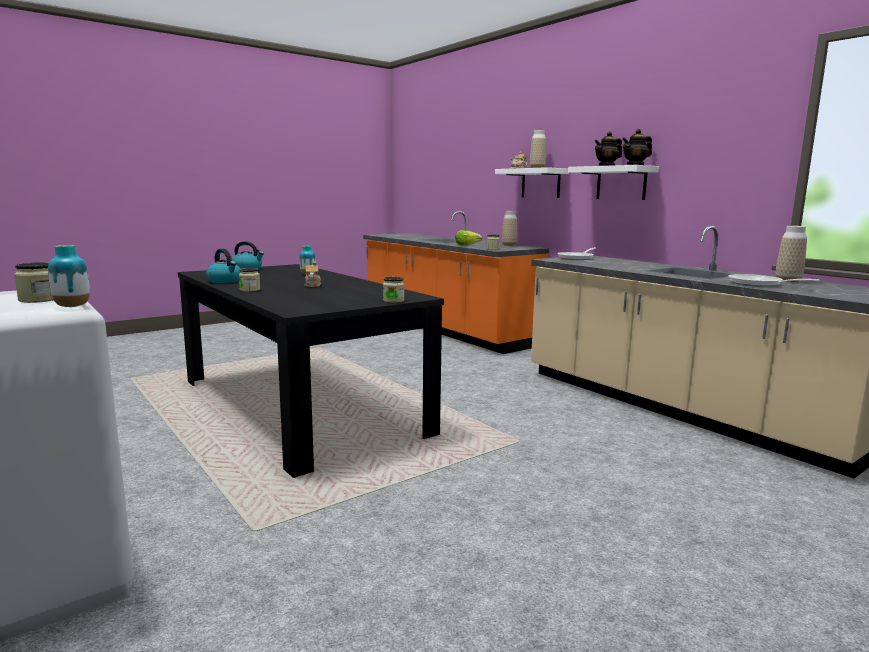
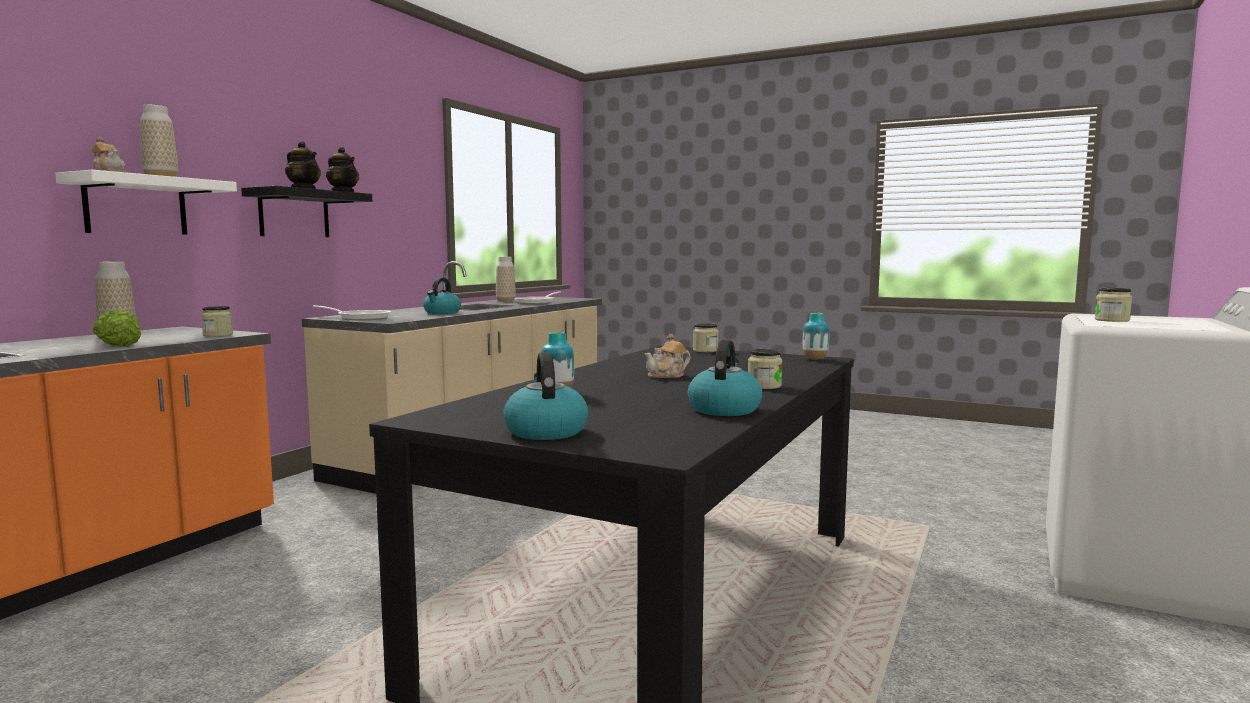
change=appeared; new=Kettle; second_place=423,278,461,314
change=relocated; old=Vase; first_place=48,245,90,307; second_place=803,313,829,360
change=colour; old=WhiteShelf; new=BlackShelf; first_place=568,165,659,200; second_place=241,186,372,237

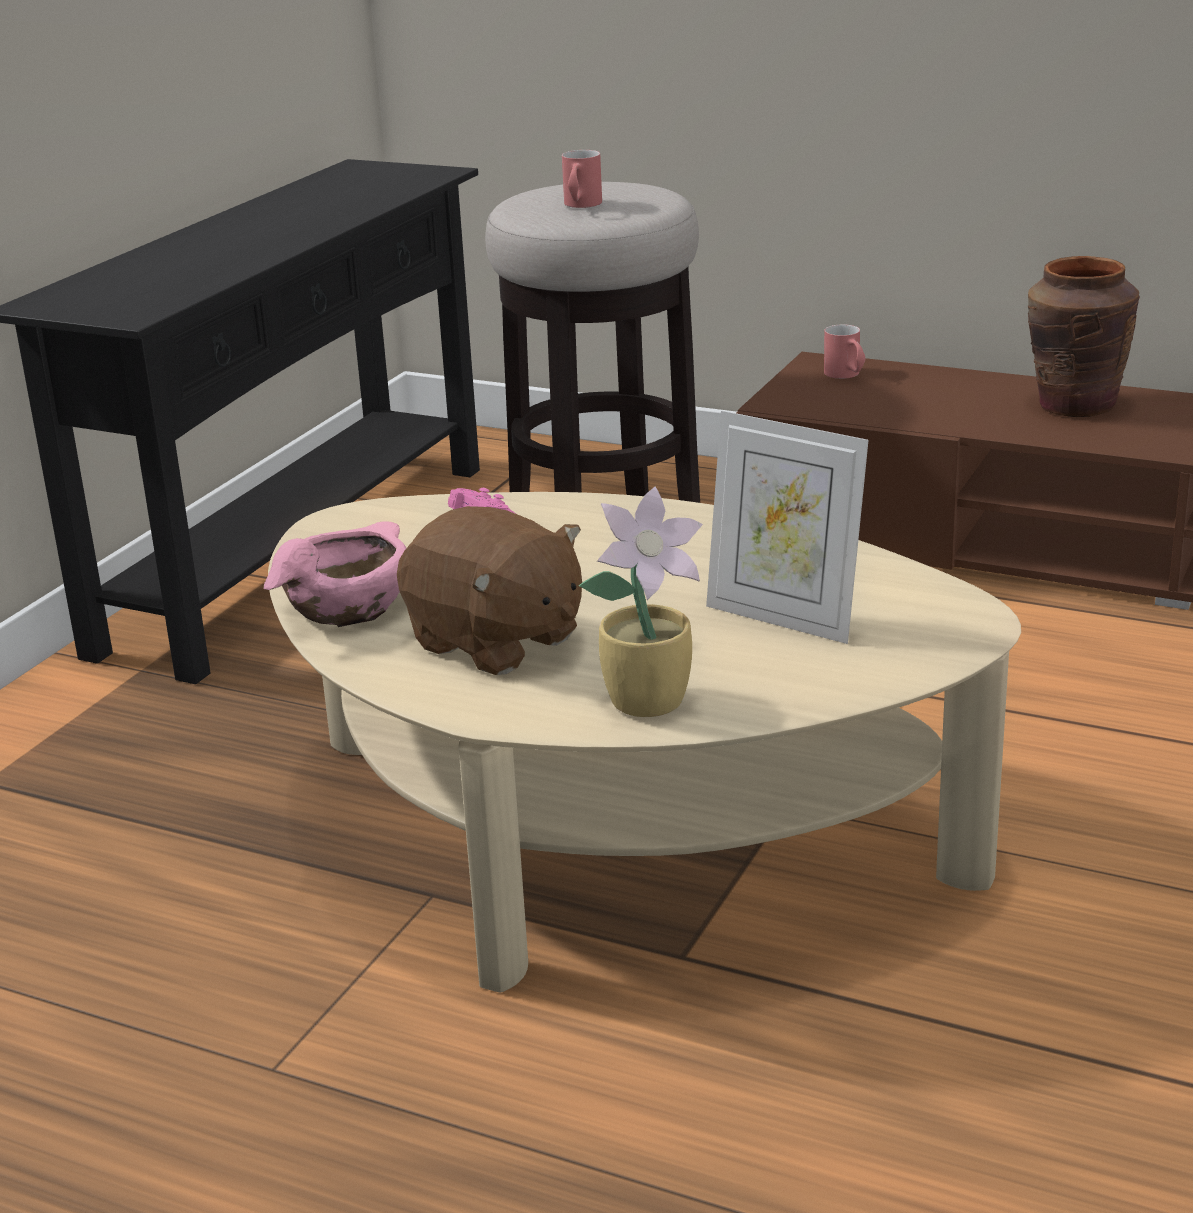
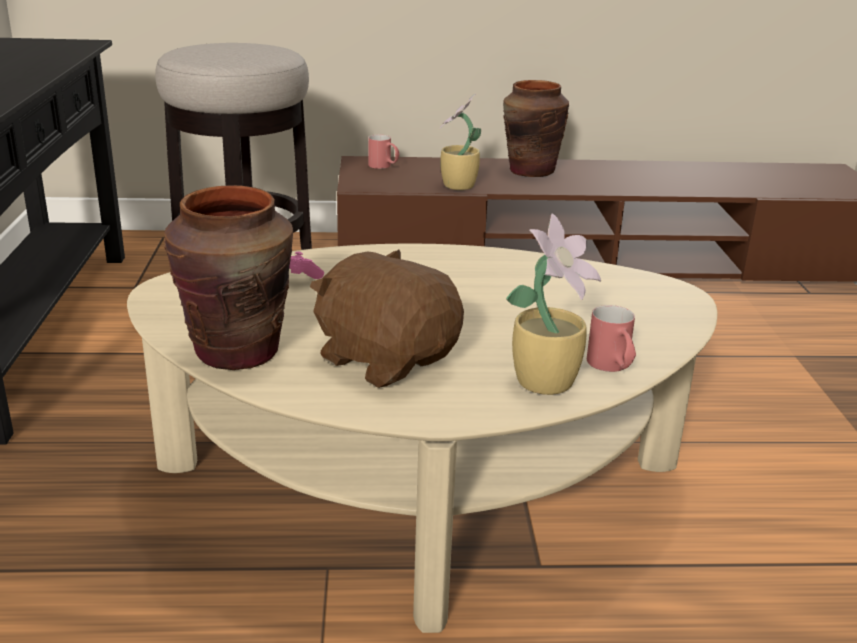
change=missing; old=PictureFrame; first_place=706,411,869,644
change=appeared; new=PottedPlant; second_place=439,94,481,190
change=relocated; old=RedMug; first_place=562,150,602,208; second_place=587,305,636,372
change=exchanged; old=PinkBowl; new=BrownVase; first_place=263,521,406,627; second_place=164,185,293,370
change=spun; old=BrownPlushToy; first_place=397,506,582,675; second_place=310,250,464,388; degrees=-150

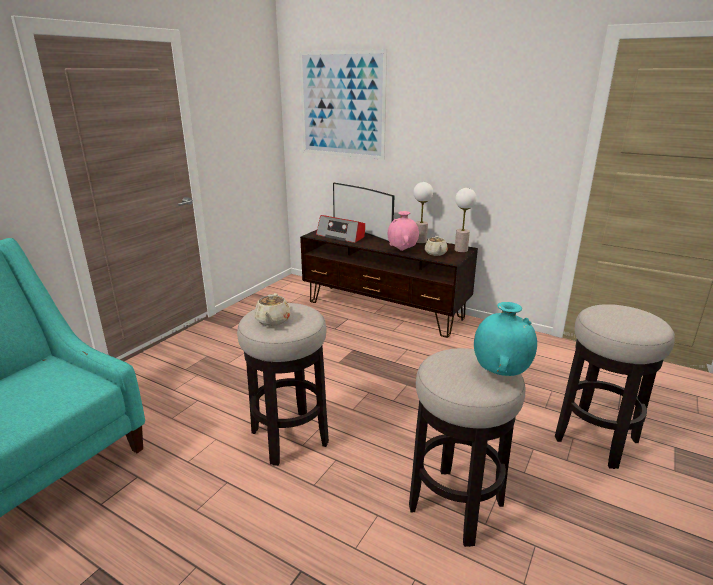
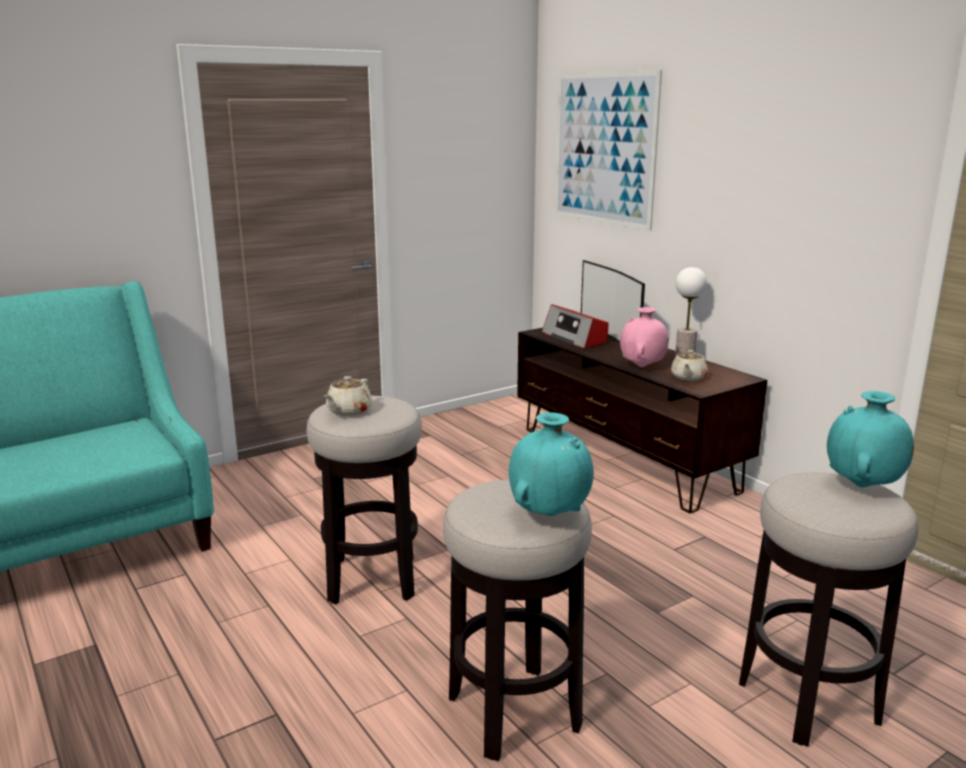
change=missing; old=TableLamp; first_place=455,188,477,252
change=appeared; new=TurquoiseVase; second_place=827,391,914,487

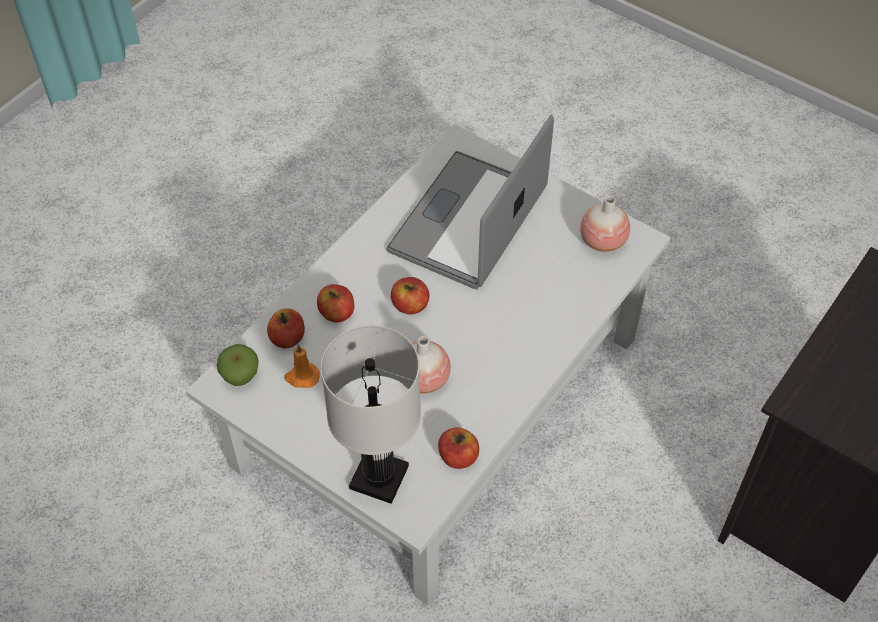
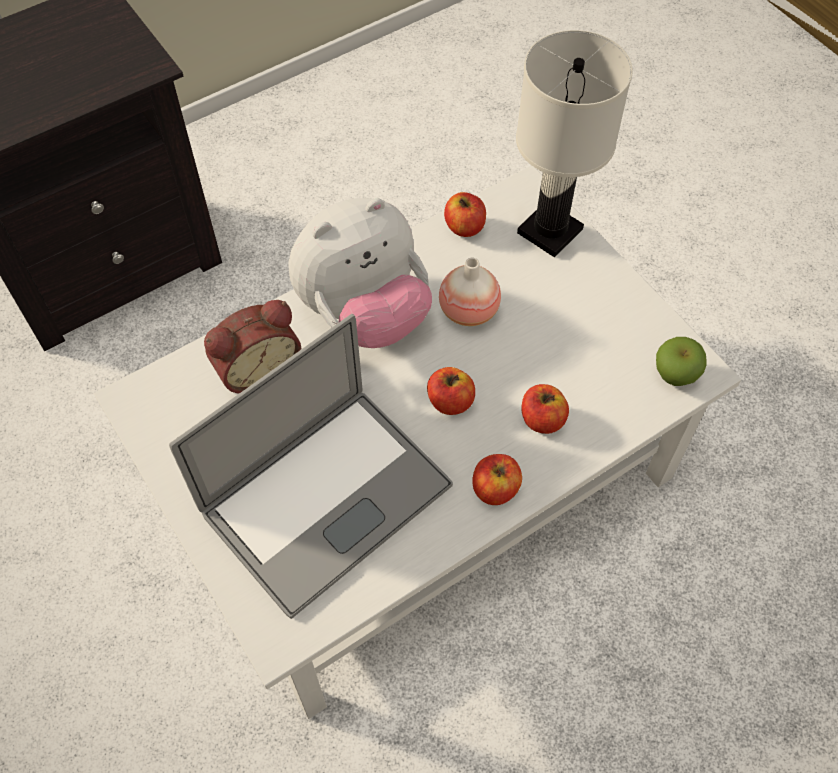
change=missing; old=OrangeCandle; first_place=284,344,320,388
change=missing; old=Vase; first_place=580,196,630,252
change=appeared; new=AlarmClock; second_place=204,300,301,394
change=appeared; new=PlushToy; second_place=288,198,432,348
change=relocated; old=Apple; first_place=267,308,305,349; second_place=472,454,522,505

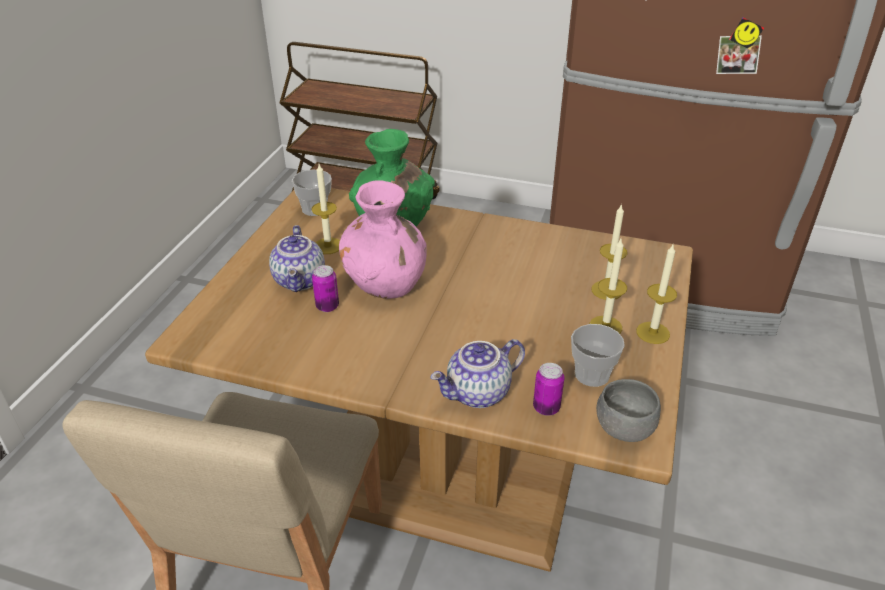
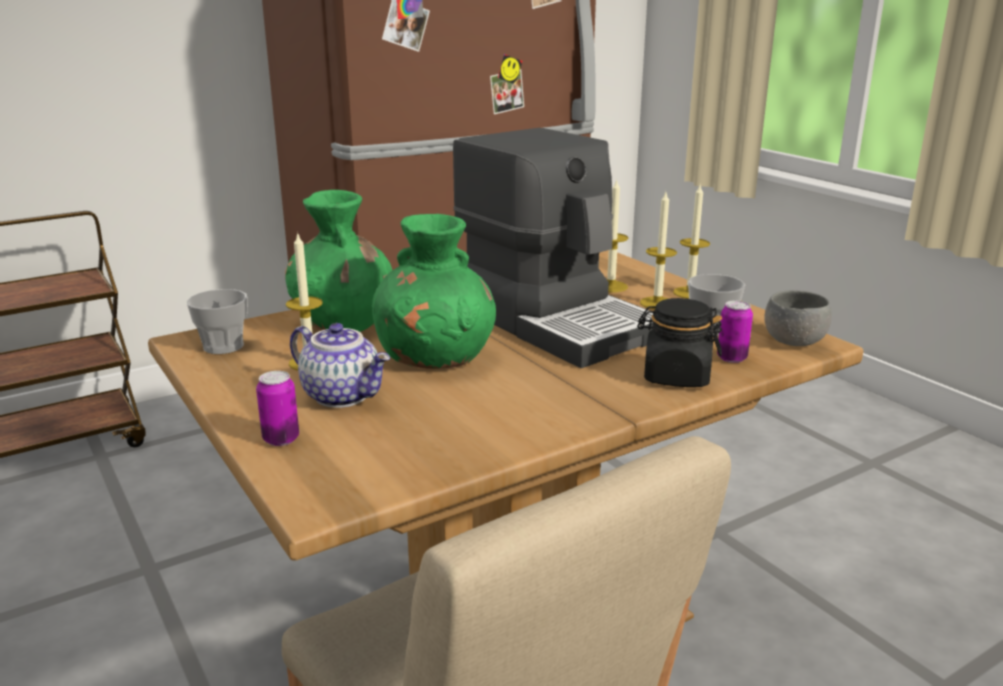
change=appeared; new=CoffeeMachine; second_place=453,128,653,368
change=relocated; old=Can; first_place=312,265,339,312; second_place=256,371,299,446
change=exchanged; old=Teapot; new=BlackJar; first_place=430,339,525,408; second_place=637,298,722,387
change=colour; old=PinkVase; new=GreenVase; first_place=339,180,427,299; second_place=372,214,496,369

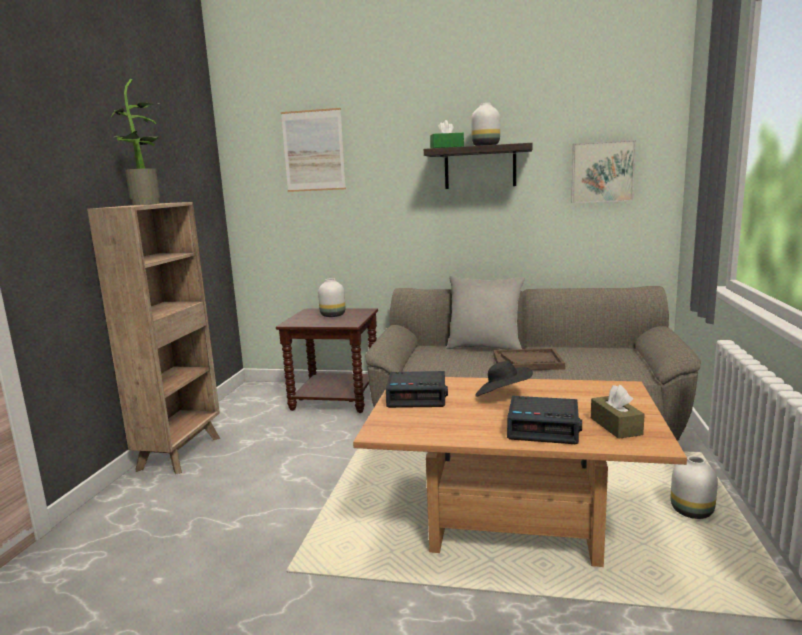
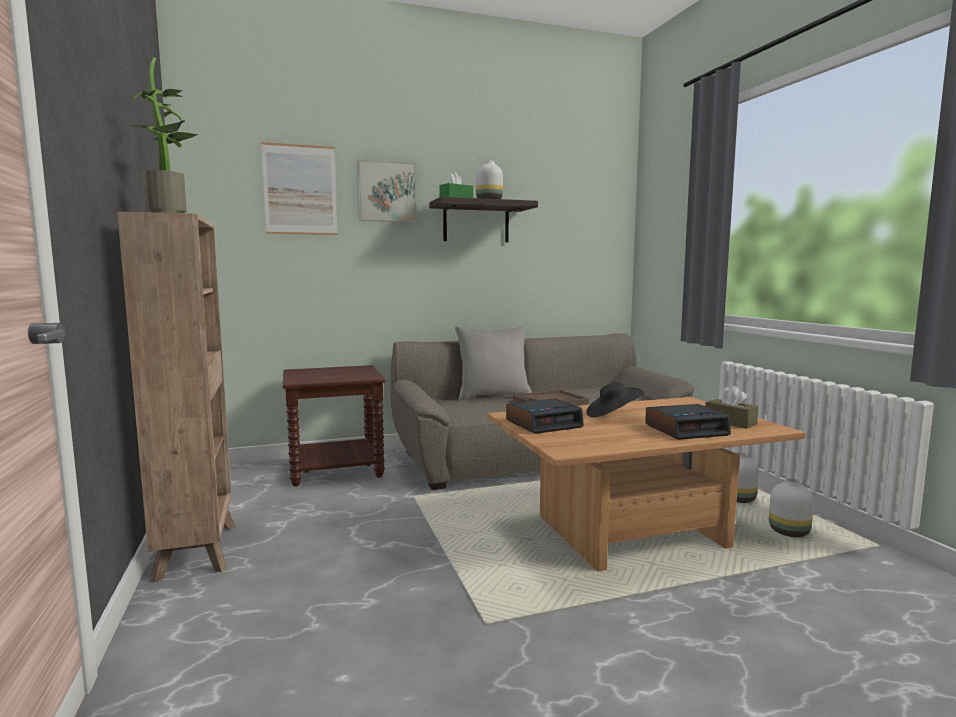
change=relocated; old=WhiteVase; first_place=318,278,345,317; second_place=769,478,814,537
change=relocated; old=Picture; first_place=571,140,636,203; second_place=357,160,417,222

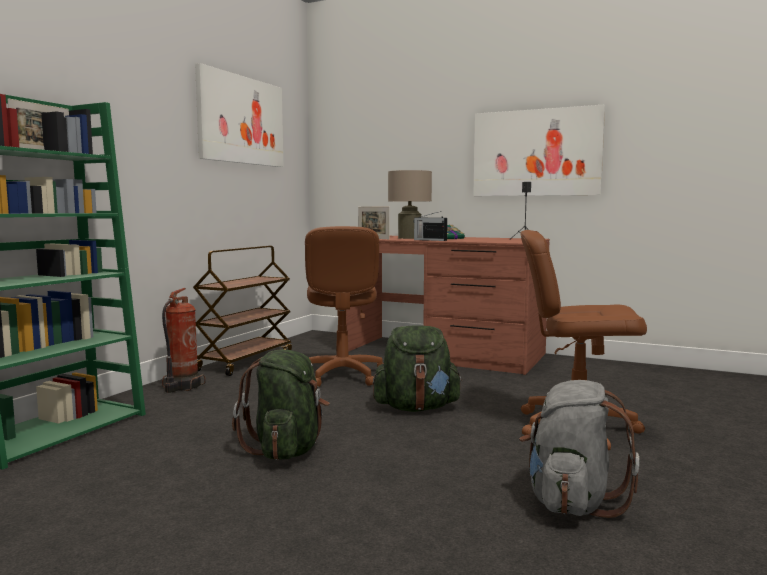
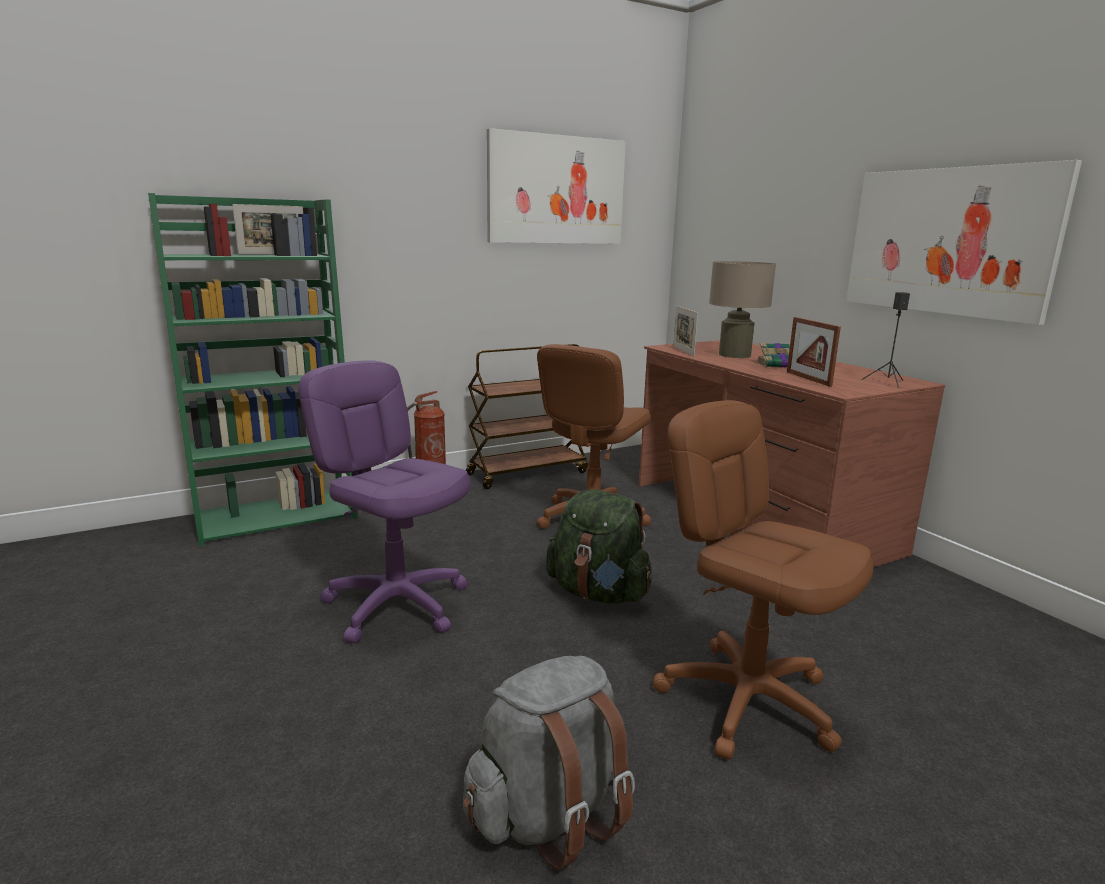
change=missing; old=Radio; first_place=413,211,447,241
change=appeared; new=PictureFrame; second_place=787,317,841,387
change=exchanged; old=GreenBackpack; new=PurpleOfficeChair; first_place=232,349,330,460; second_place=298,360,470,643

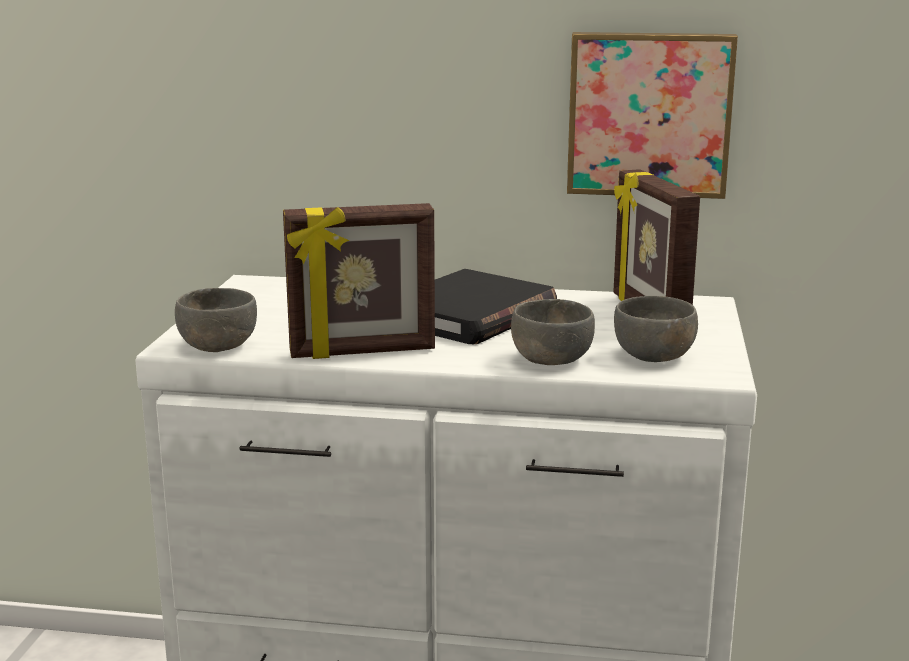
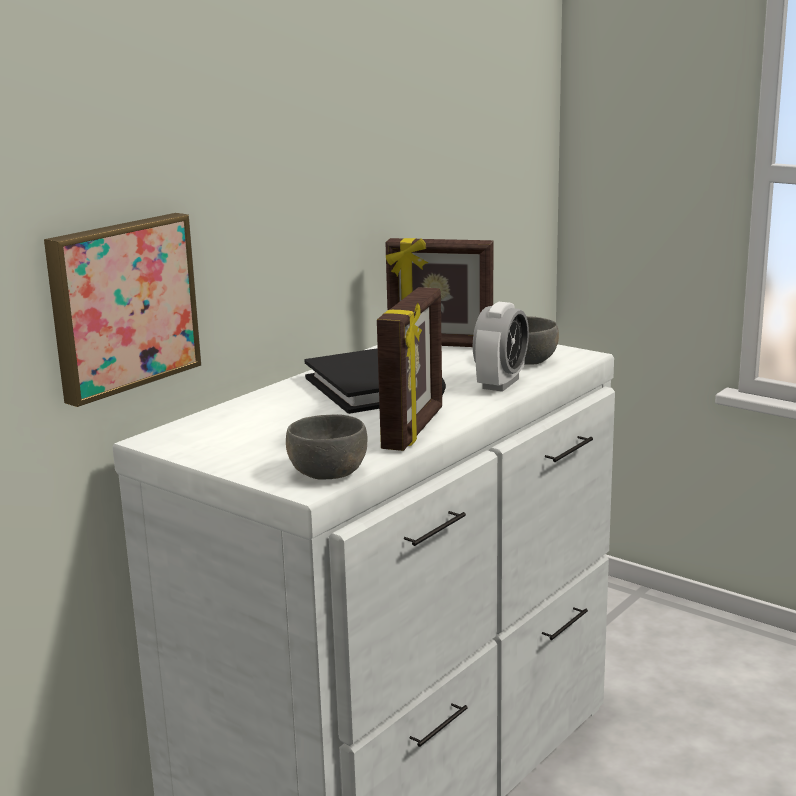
change=relocated; old=Picture; first_place=567,32,738,199; second_place=44,213,201,407
change=exchanged; old=GreyBowl; new=AlarmClock; first_place=511,299,595,365; second_place=473,302,529,392

